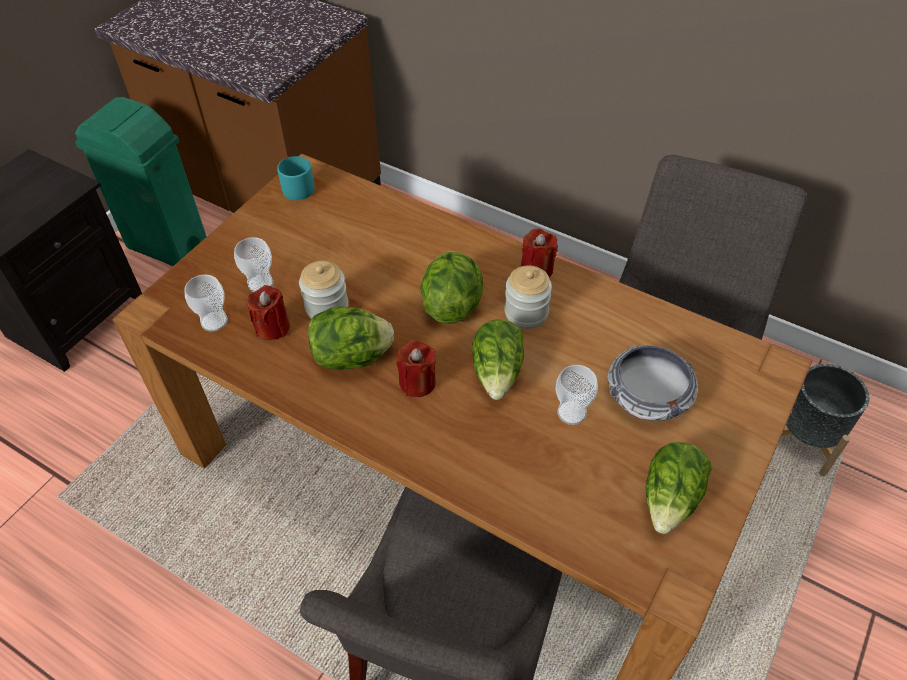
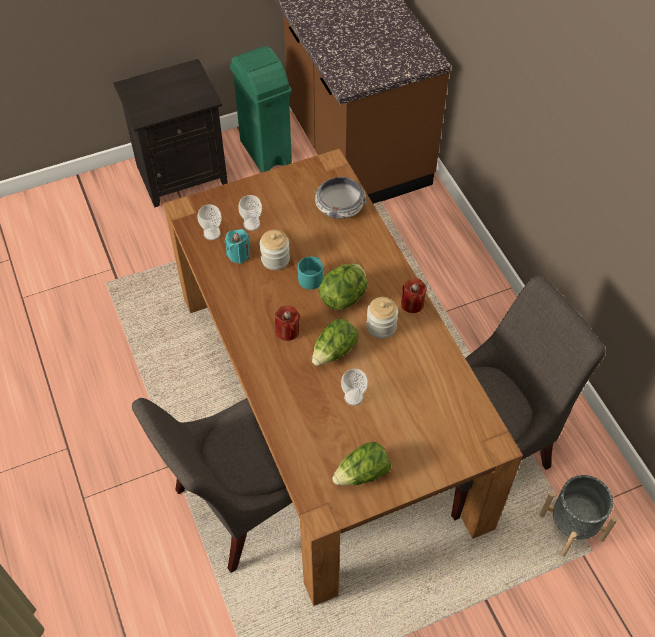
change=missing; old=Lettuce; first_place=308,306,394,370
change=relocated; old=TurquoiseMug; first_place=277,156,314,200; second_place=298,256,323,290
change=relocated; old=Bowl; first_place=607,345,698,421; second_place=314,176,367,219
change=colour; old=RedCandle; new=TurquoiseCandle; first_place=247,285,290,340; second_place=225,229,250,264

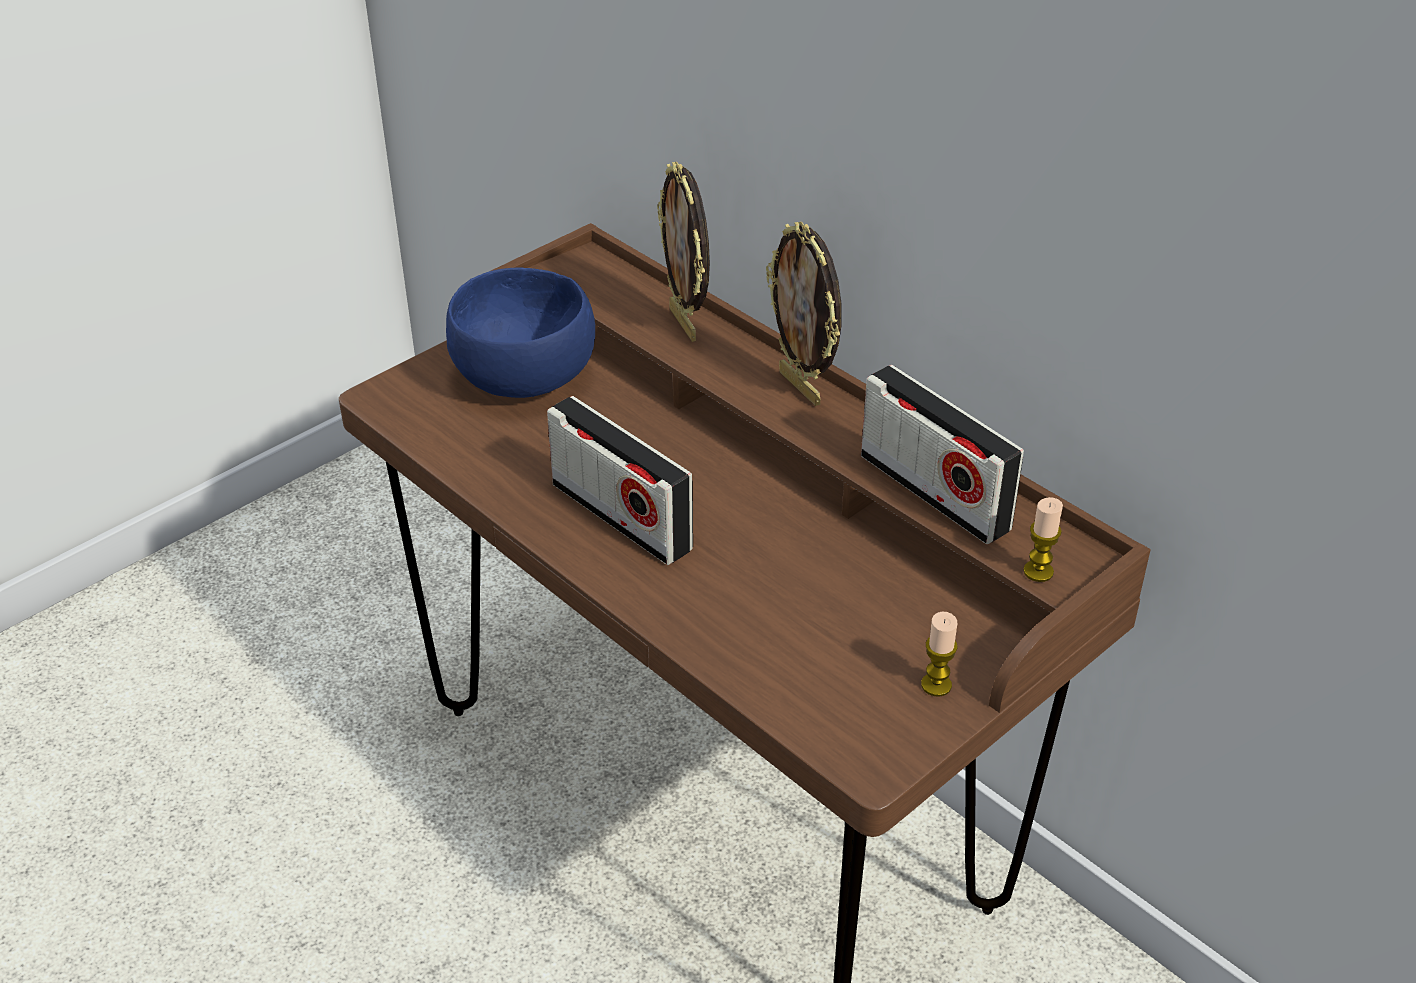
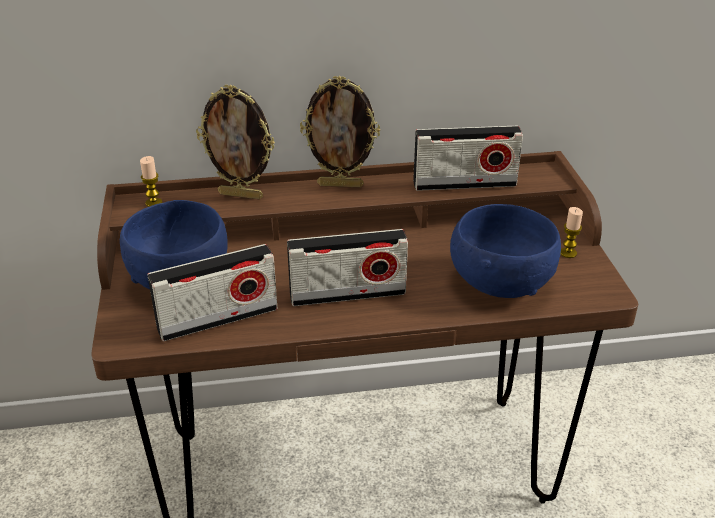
change=appeared; new=Radio; second_place=147,244,277,341
change=appeared; new=BlueBowl; second_place=450,204,561,298
change=relocated; old=Candle; first_place=1023,497,1063,582; second_place=140,156,162,207

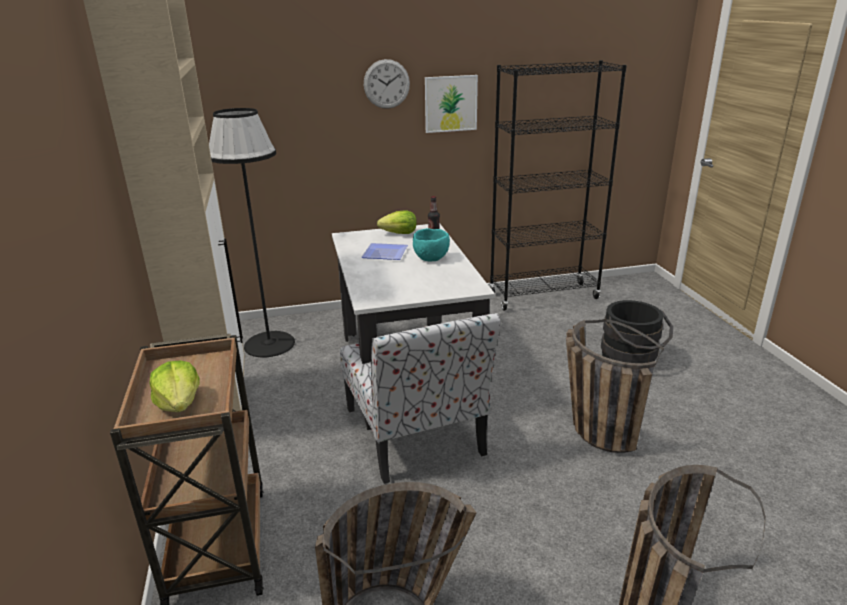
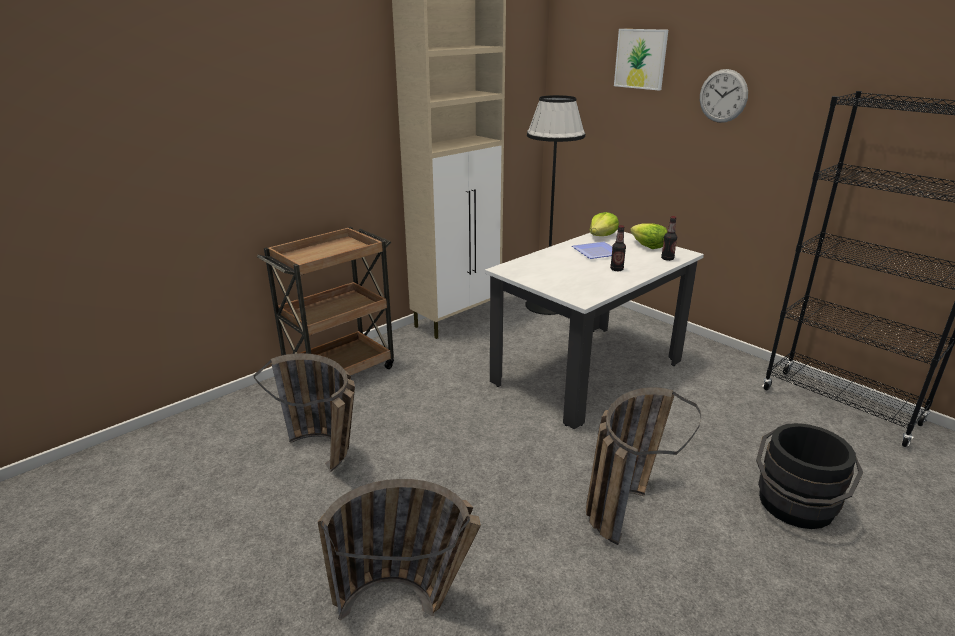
change=missing; old=Chair; first_place=340,313,500,484
change=relocated; old=Lettuce; first_place=149,360,200,412; second_place=590,212,619,236
change=relocated; old=Picture; first_place=425,75,478,133; second_place=614,29,668,91
change=exchanged; old=TurquoiseBowl; new=Bottle; first_place=413,228,450,261; second_place=610,225,626,271

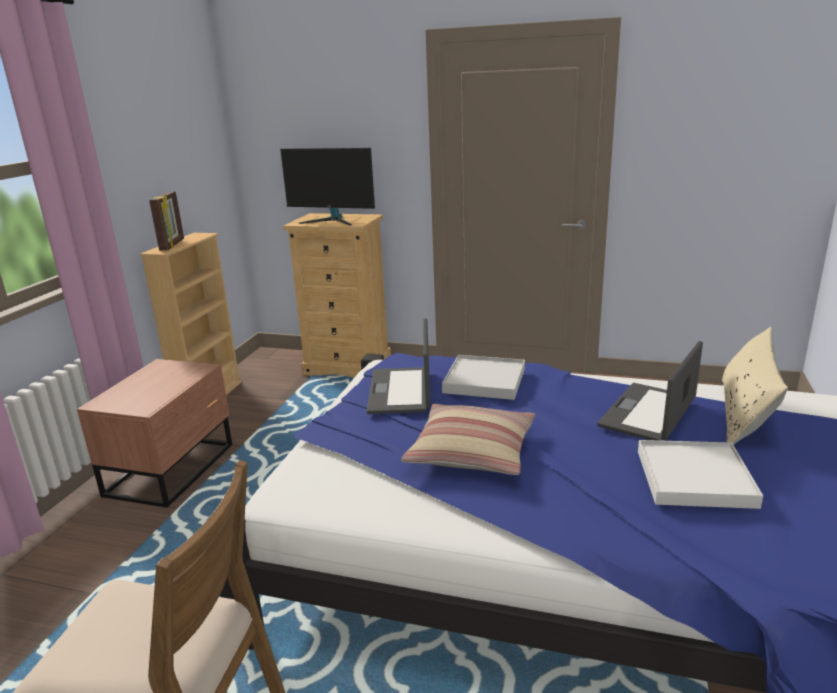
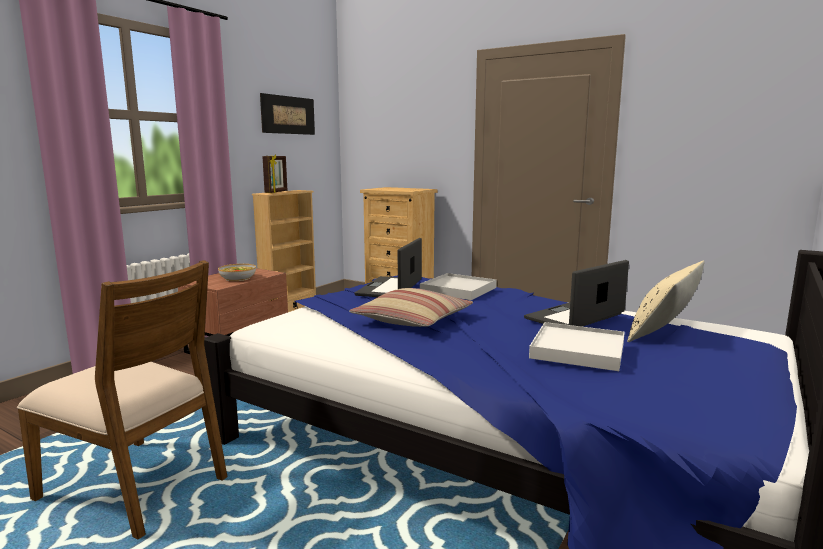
change=missing; old=Monitor; first_place=280,148,375,226
change=appeared; new=Bowl; second_place=218,264,256,281
change=appeared; new=Picture; second_place=260,93,315,135

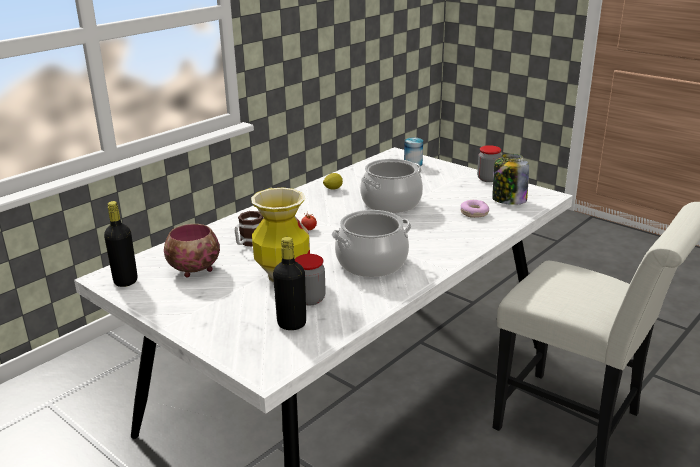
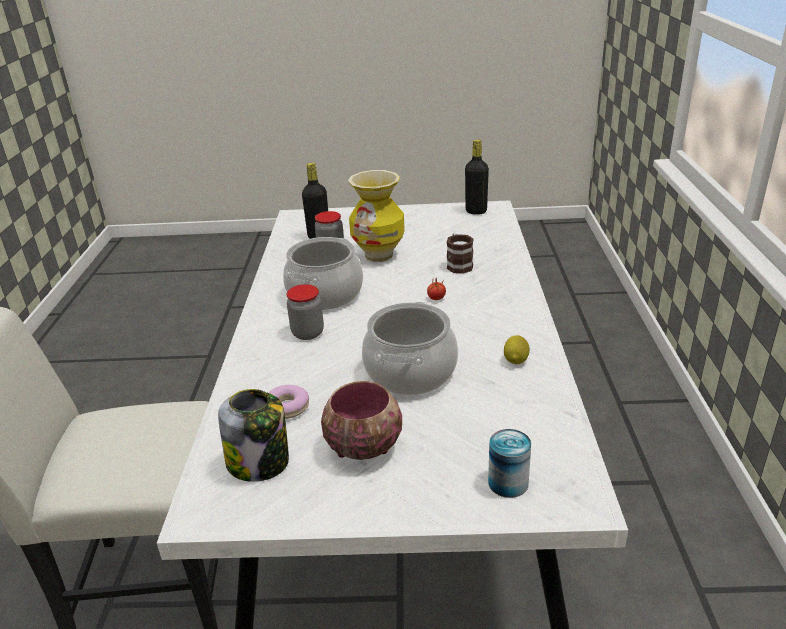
change=relocated; old=Bowl; first_place=164,224,220,277; second_place=321,381,402,460
change=relocated; old=Jar; first_place=477,145,501,182; second_place=287,284,324,340

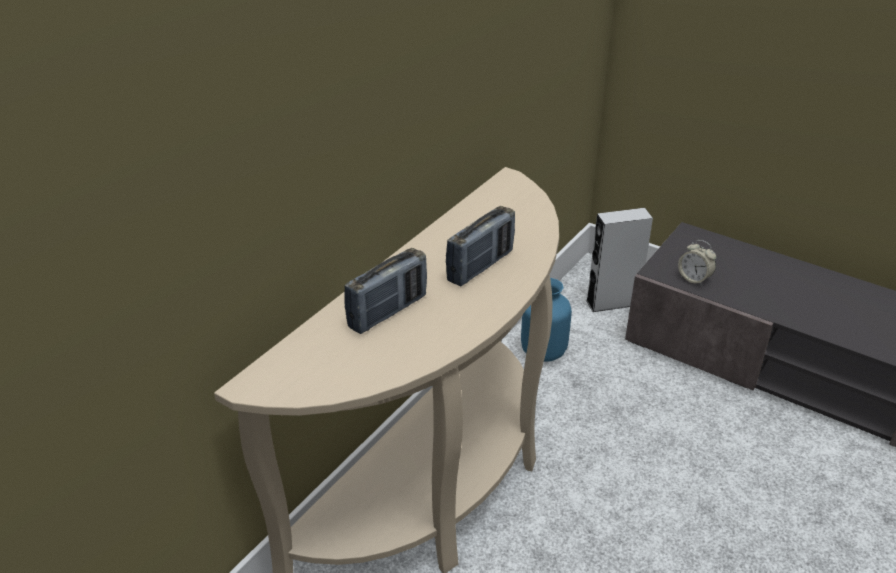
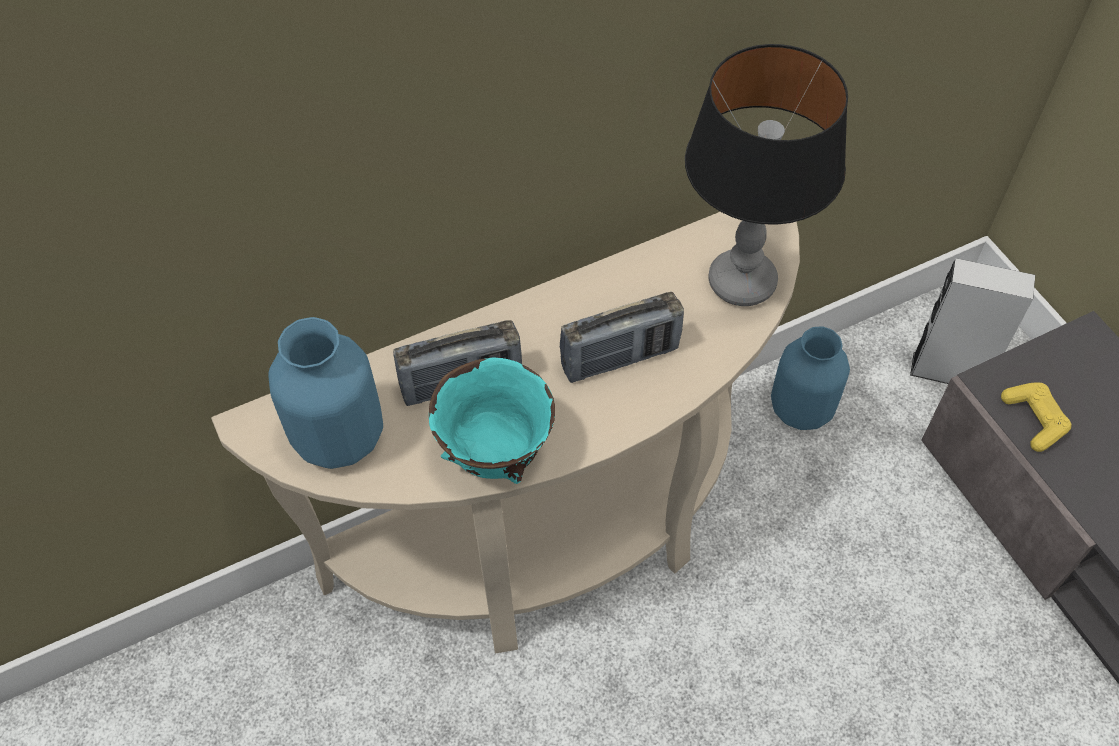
change=appeared; new=BlueVase; second_place=268,317,383,469
change=appeared; new=TurquoiseBowl; second_place=429,358,555,484
change=appeared; new=TableLamp; second_place=685,44,848,306
change=exchanged; old=AlarmClock; new=YellowGameController; first_place=678,240,716,286; second_place=1001,382,1072,452

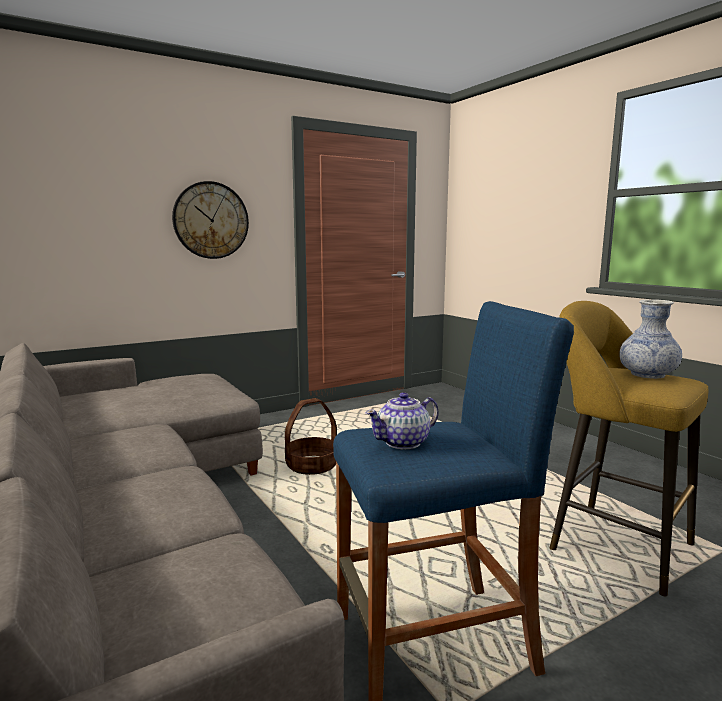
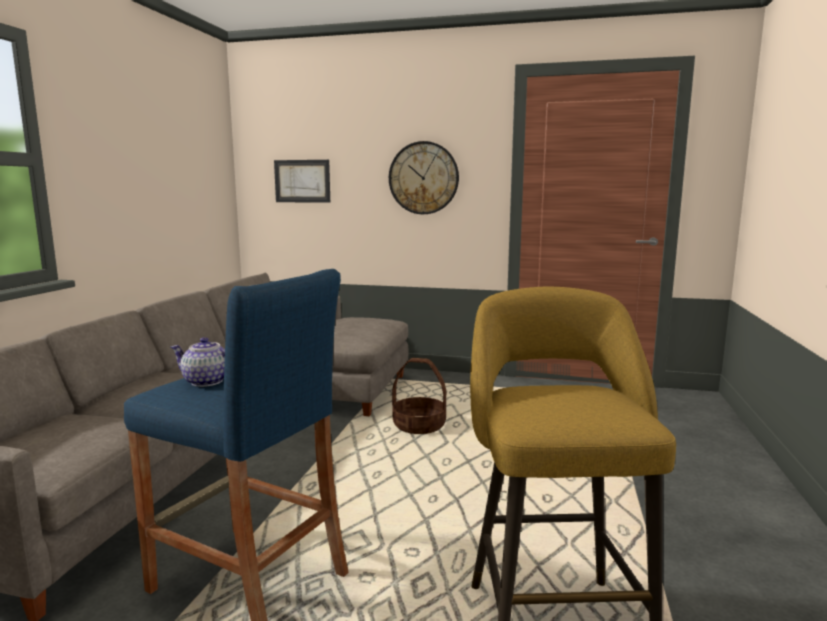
change=missing; old=Vase; first_place=619,299,682,379
change=appeared; new=Picture; second_place=274,160,330,203

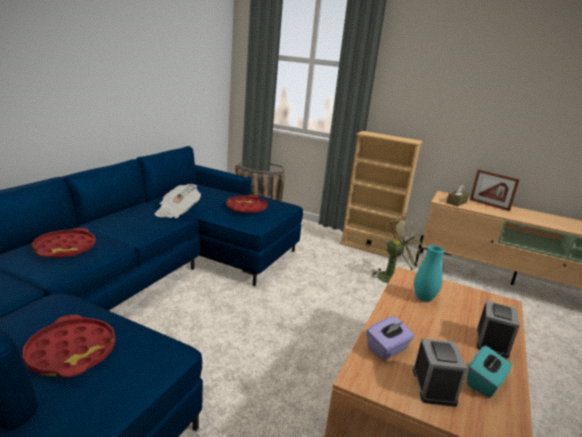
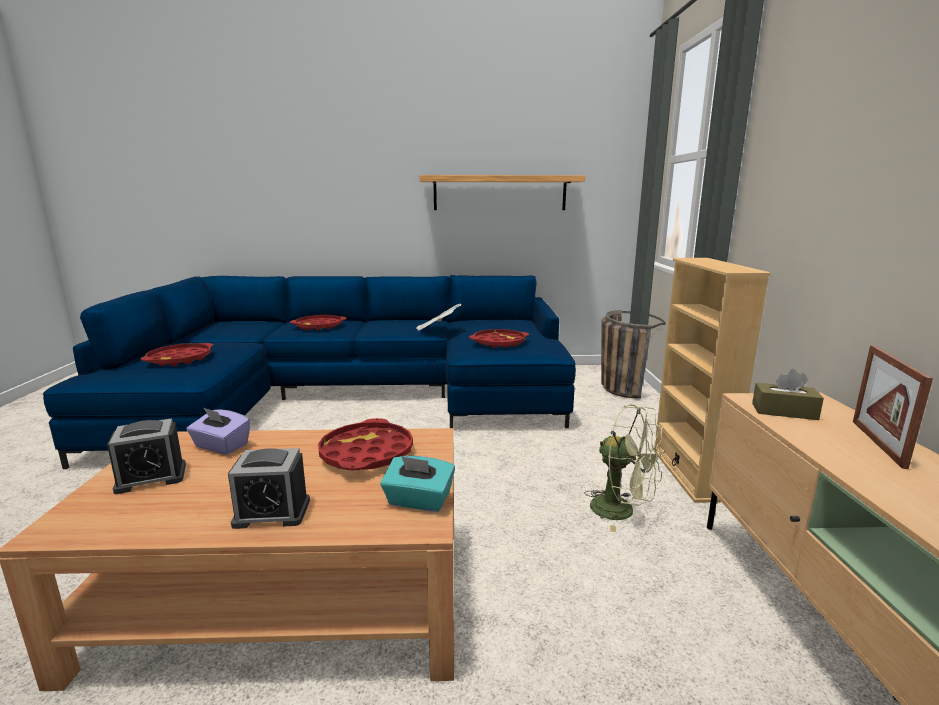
change=appeared; new=Shelf; second_place=419,175,585,210
change=relocated; old=TurquoiseTissueBox; first_place=467,346,512,397; second_place=380,456,455,512
change=exchanged; old=TurquoiseVase; new=RedTray; first_place=414,245,444,302; second_place=318,418,413,470

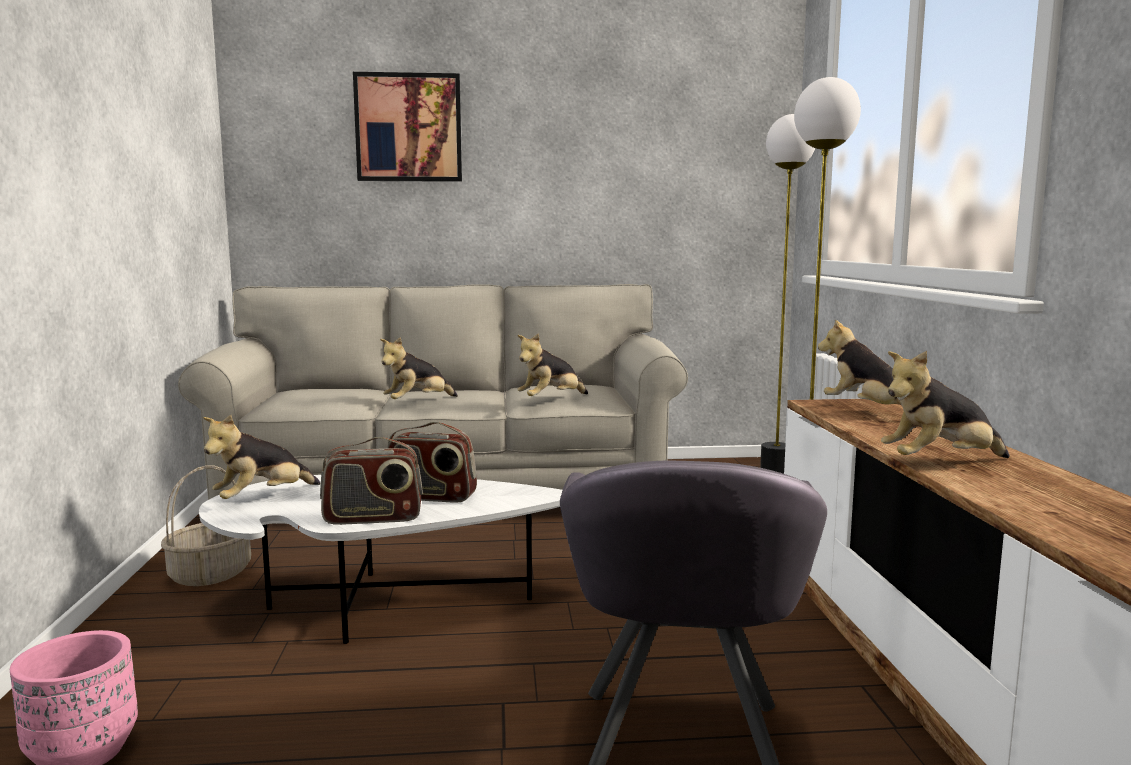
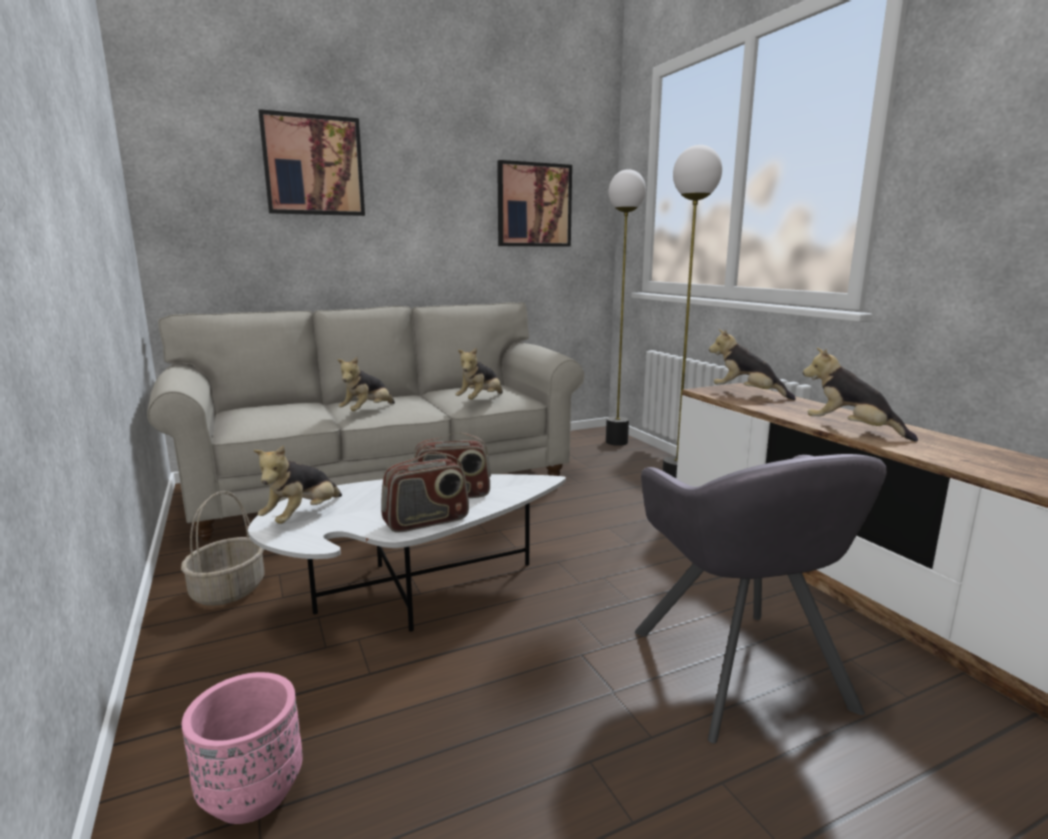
change=appeared; new=Picture; second_place=497,160,572,247
change=spun; old=PlushToy; first_place=881,351,1009,458; second_place=803,348,918,442; degrees=75

